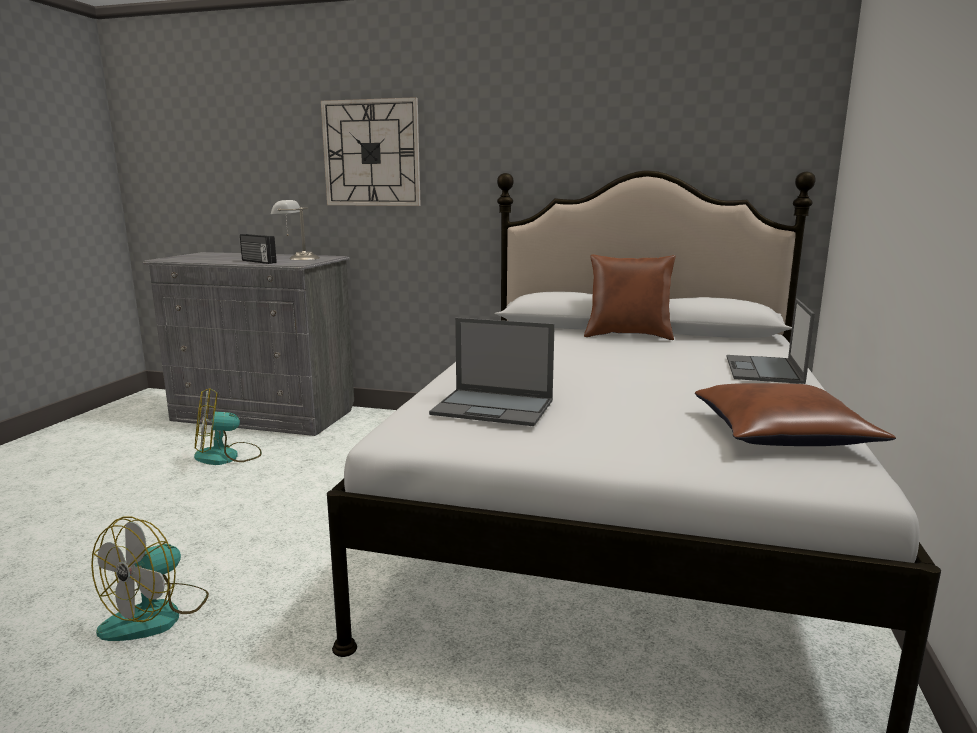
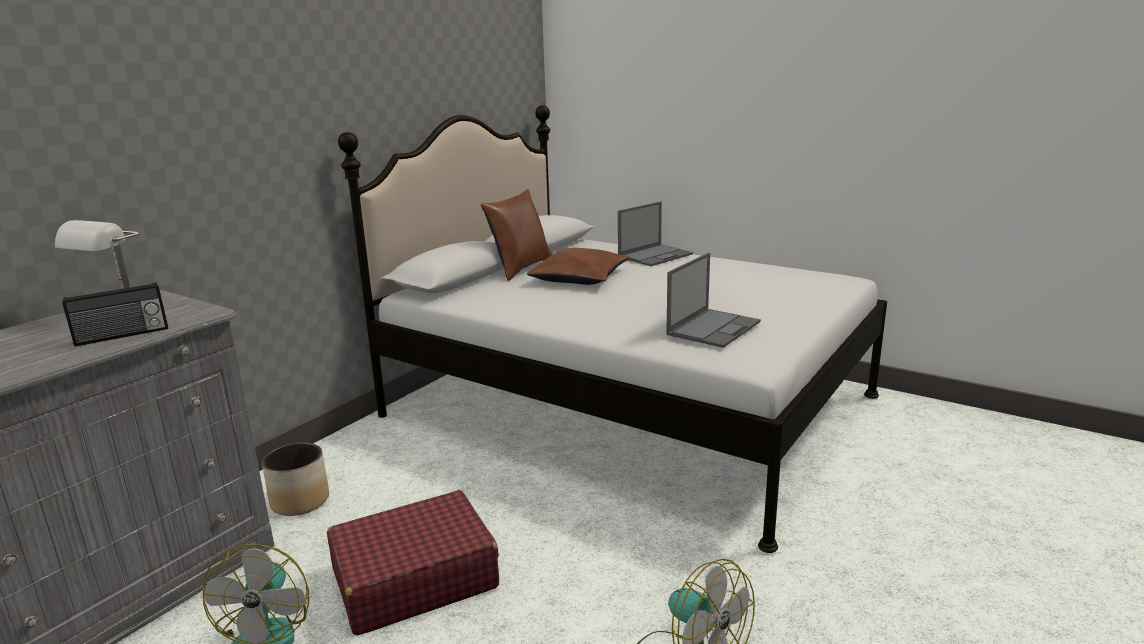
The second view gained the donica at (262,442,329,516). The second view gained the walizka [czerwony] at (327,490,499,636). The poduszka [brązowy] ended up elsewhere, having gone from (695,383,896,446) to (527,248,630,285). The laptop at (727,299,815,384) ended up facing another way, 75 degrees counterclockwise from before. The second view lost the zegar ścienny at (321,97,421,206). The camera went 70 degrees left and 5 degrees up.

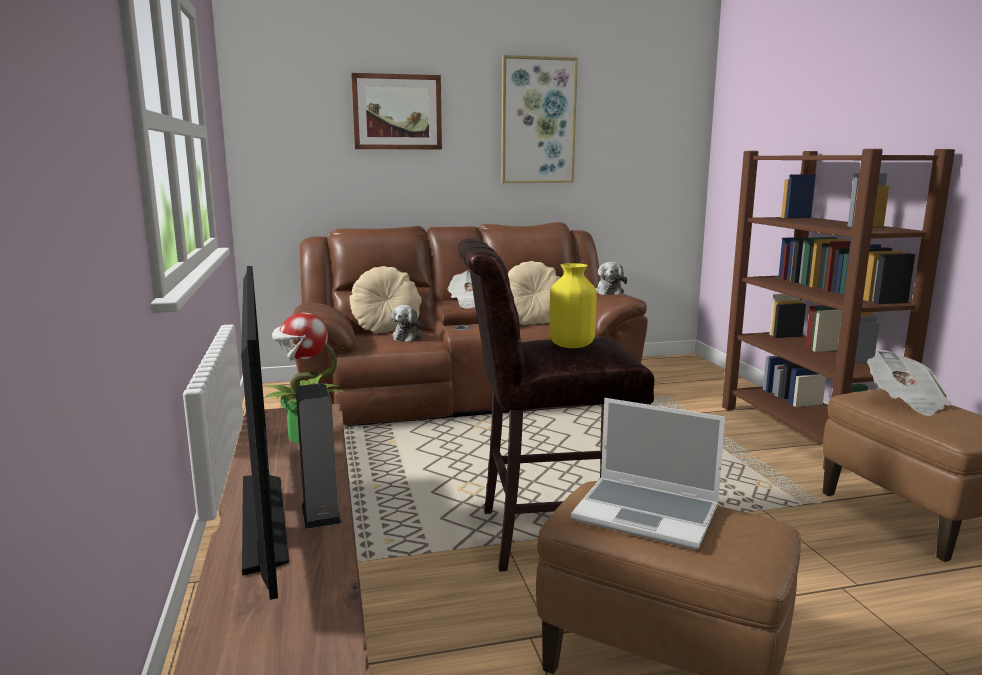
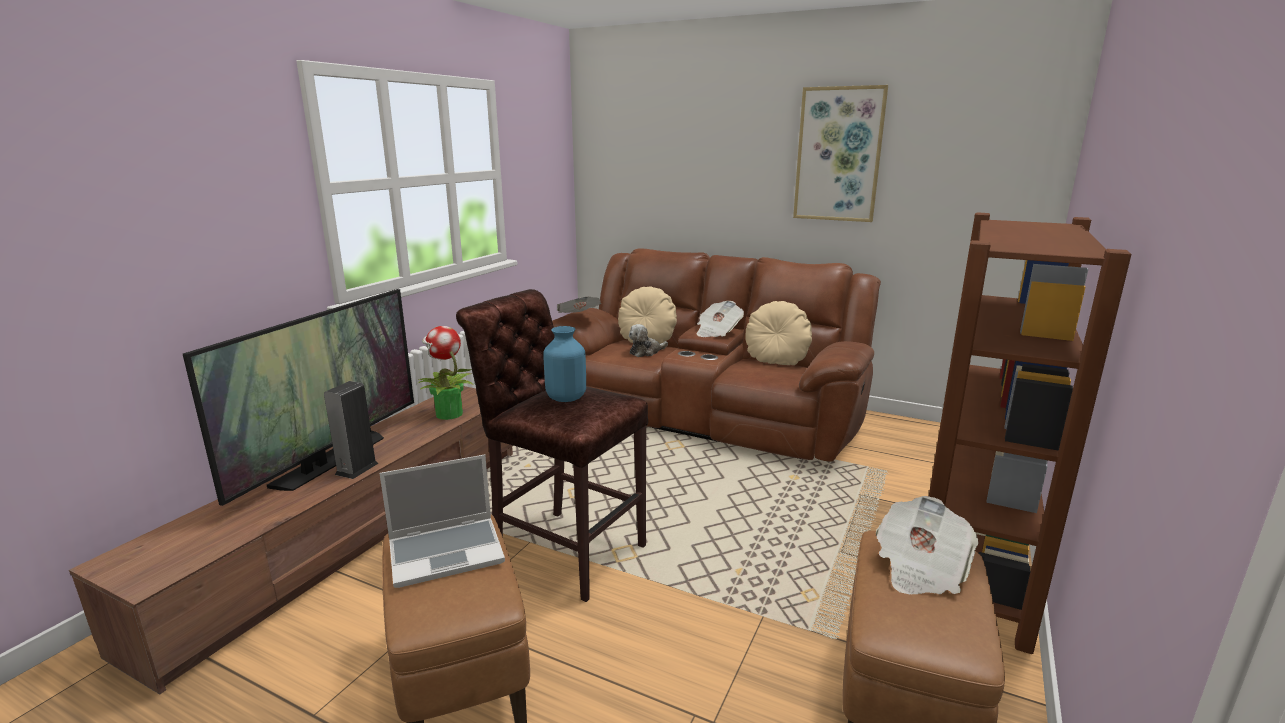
The laptop at (571,398,725,550) ended up facing another way, 90 degrees counterclockwise from before. What was the wazon [żółty] at (549,263,597,348) turned into the wazon [niebieski] at (543,326,586,402). The second view gained the gazeta at (557,297,601,313). The second view lost the obraz at (351,73,442,150). The second view lost the pluszak at (596,262,627,295). The camera went 40 degrees right and 5 degrees up.

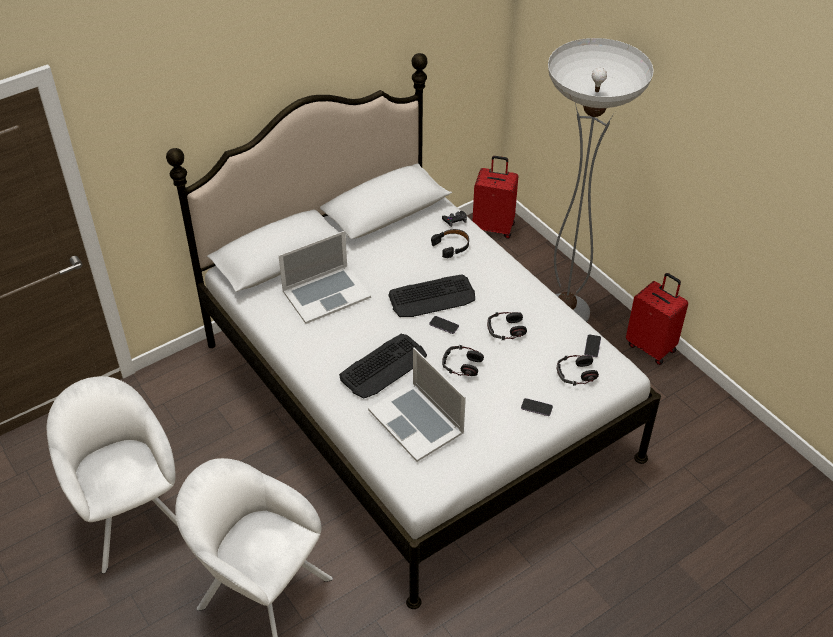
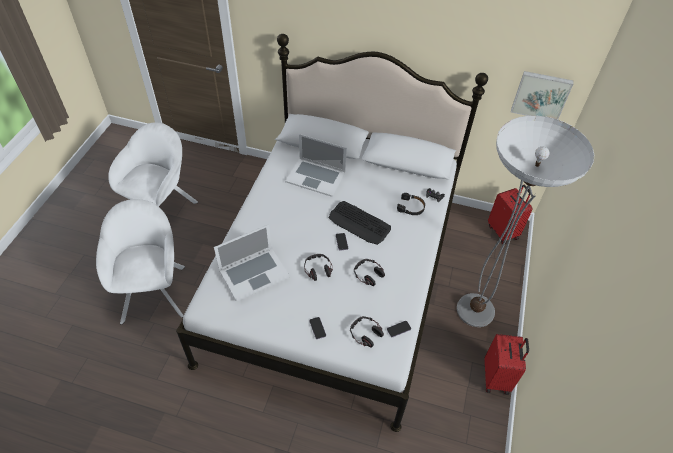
The laptop at (368,348,466,462) ended up facing another way, 135 degrees counterclockwise from before. The second view gained the obraz at (511,71,574,120). The second view lost the klawiatura at (339,334,427,399). The camera went 50 degrees right and 5 degrees up.

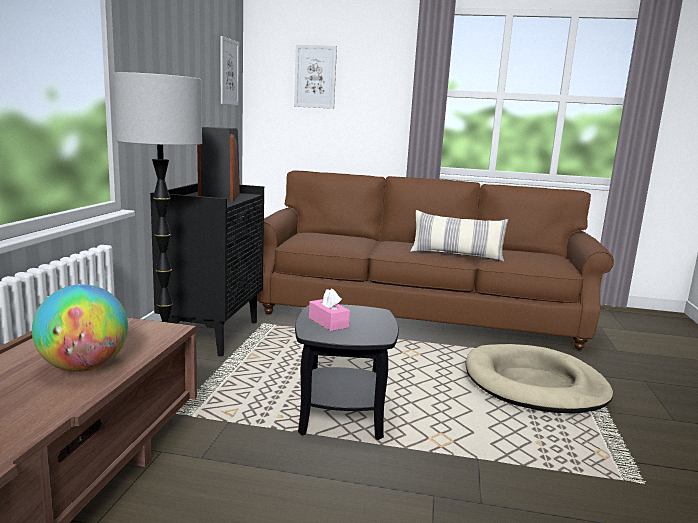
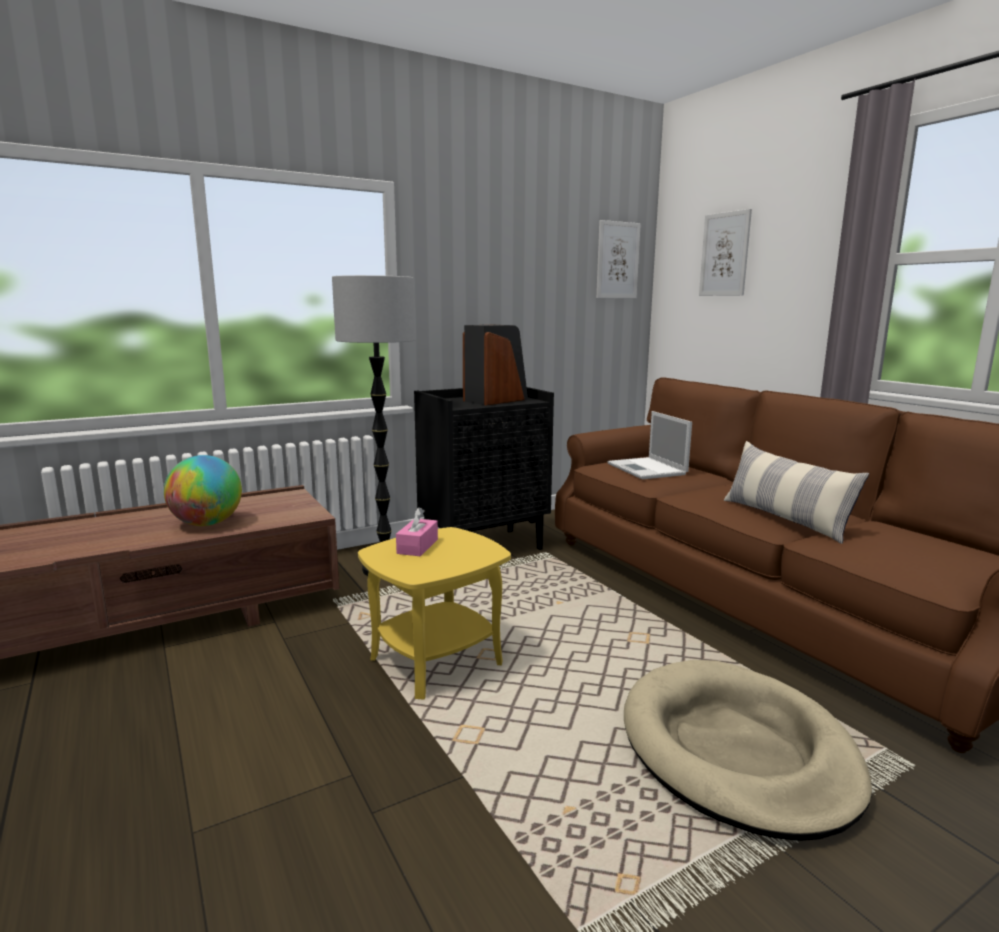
What was the stolik [czarny] at (295,305,399,440) turned into the stolik [żółty] at (358,527,511,699). The second view gained the laptop at (607,411,692,479). The camera went 50 degrees right and 0 degrees up.

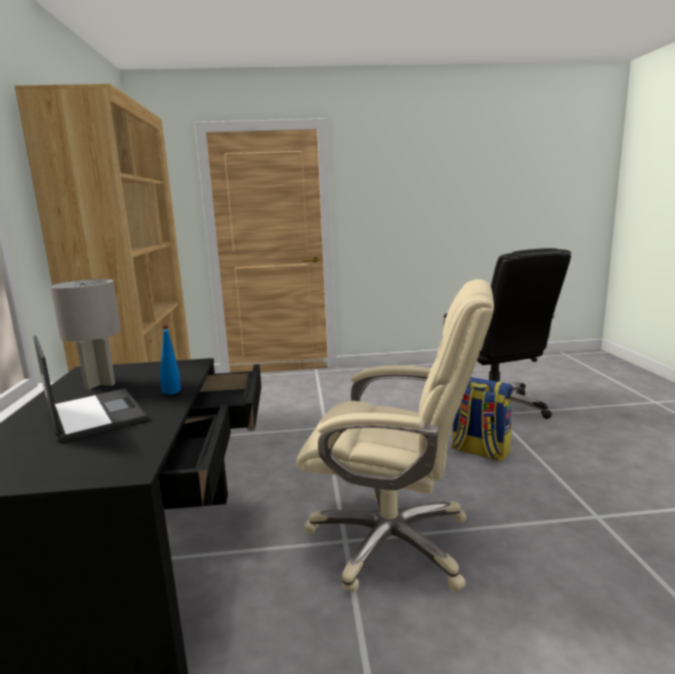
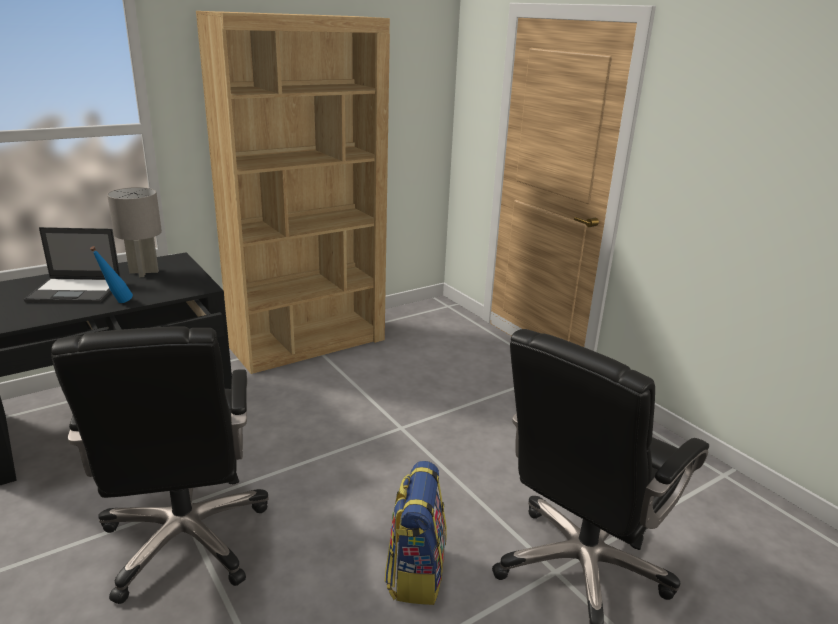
The laptop at (33,335,148,443) ended up facing another way, 60 degrees clockwise from before. What was the krzesło biurowe [beżowy] at (296,279,494,592) turned into the krzesło biurowe [czarny] at (51,326,268,604). The camera went 60 degrees right and 10 degrees up.

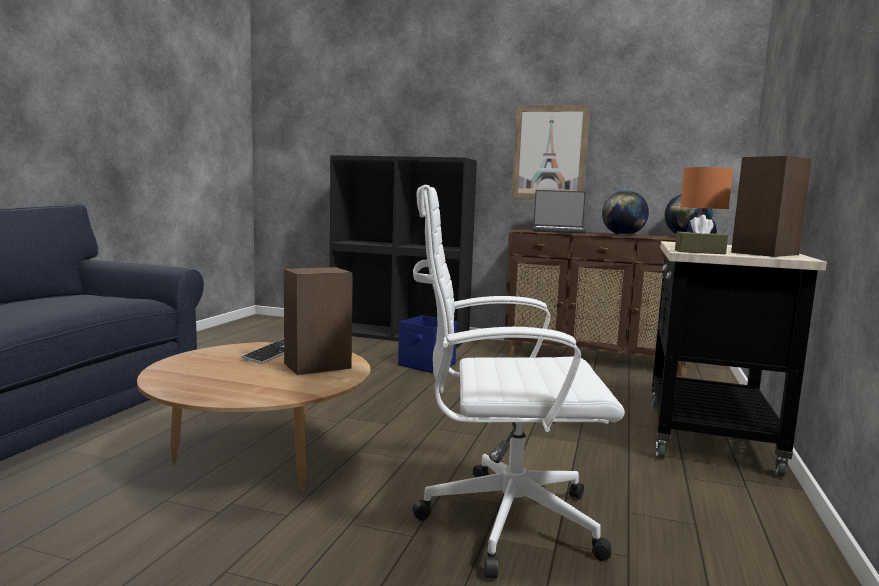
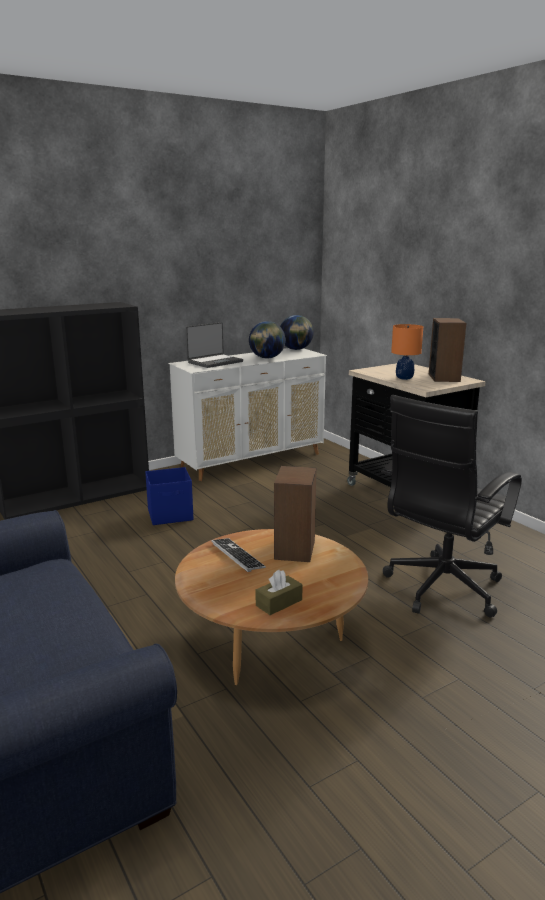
What was the szafka [brązowy] at (504,229,686,376) turned into the szafka [biały] at (168,348,327,481). The pudełko chusteczek [brązowy] ended up elsewhere, having gone from (675,215,728,254) to (256,570,303,615). What was the krzesło biurowe [biały] at (413,185,625,578) turned into the krzesło biurowe [czarny] at (381,395,522,618). The second view lost the obraz at (512,105,590,200). The camera went 50 degrees left and 10 degrees up.

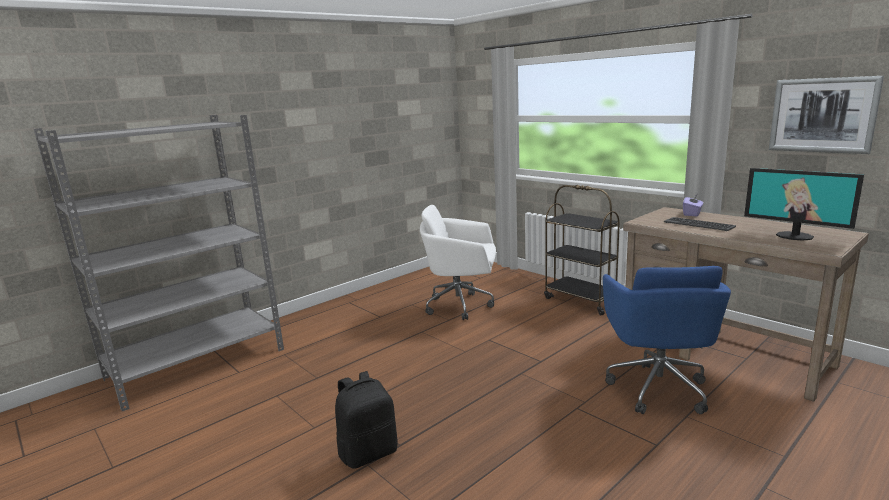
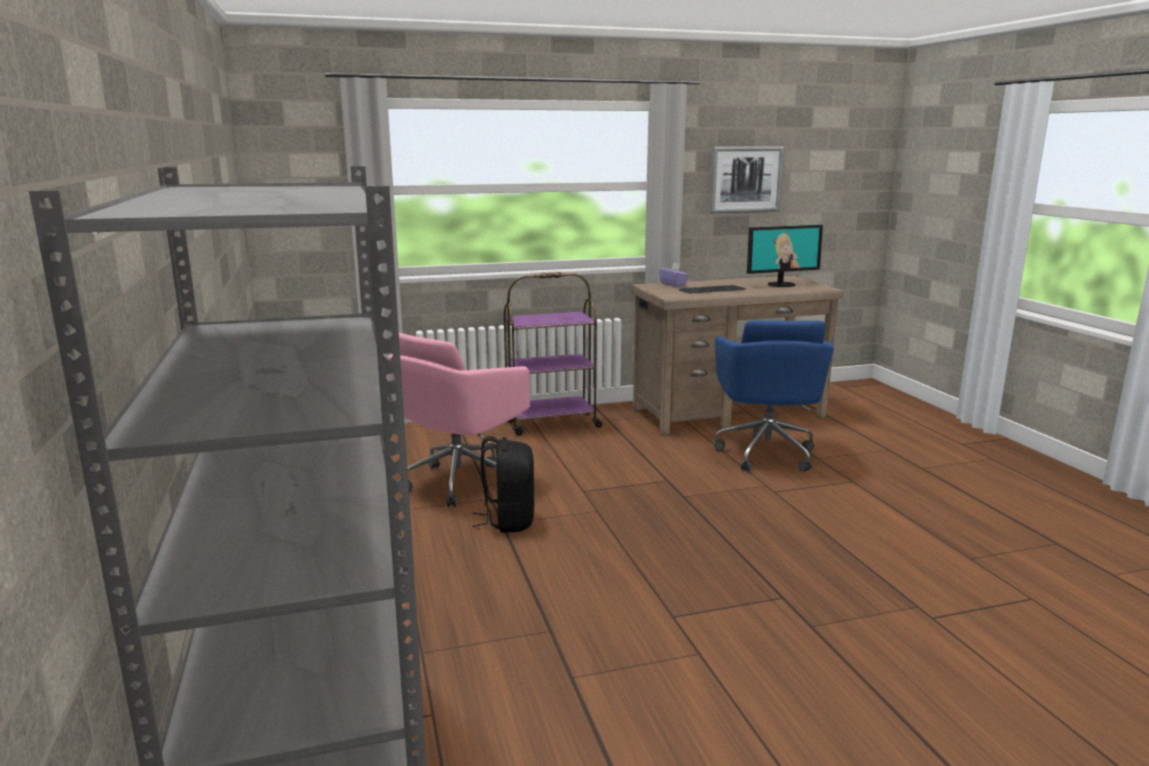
What was the krzesło biurowe [biały] at (420,205,496,320) turned into the krzesło biurowe [różowy] at (387,333,530,507). The plecak [czarny] ended up elsewhere, having gone from (335,371,398,469) to (473,436,534,533). What was the wózek [czarny] at (544,185,620,315) turned into the wózek [fioletowy] at (504,272,602,436). The krzesło biurowe [niebieski] at (603,266,731,414) ended up facing another way, 60 degrees clockwise from before. The camera went 65 degrees left and 0 degrees up.

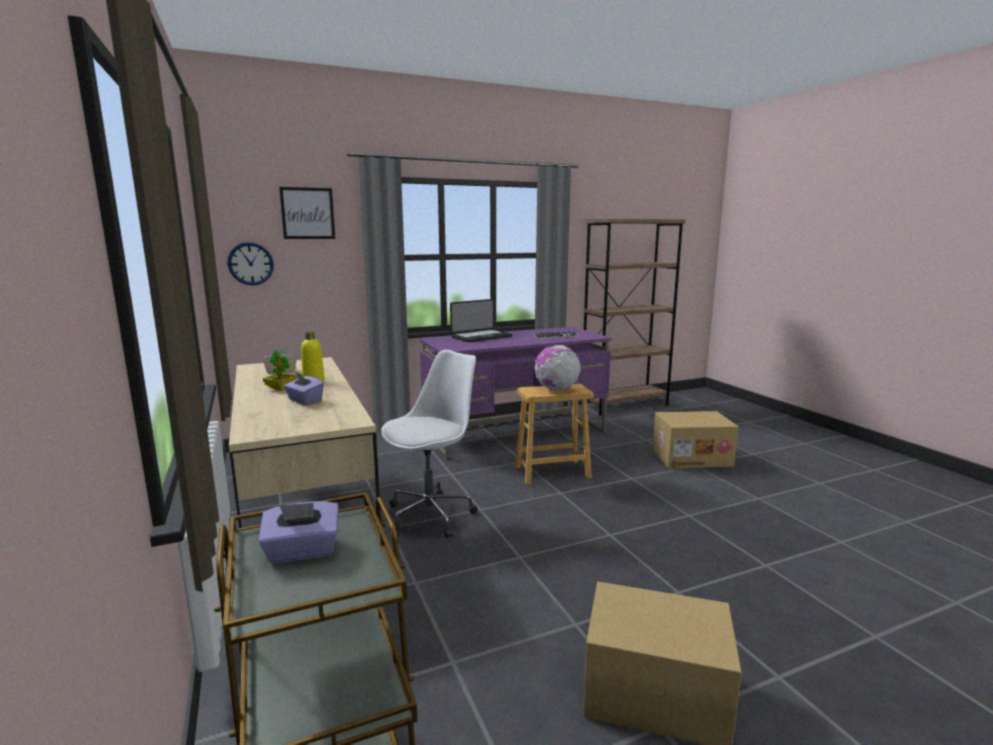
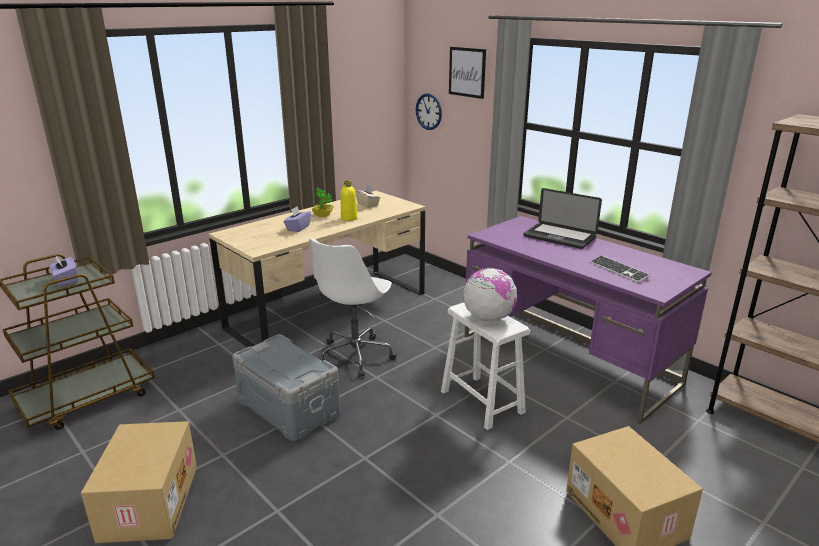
The second view gained the pojemnik do przechowywania [szary] at (232,334,340,441). The krzesło biurowe [biały] at (381,350,478,538) ended up facing another way, 90 degrees clockwise from before. What was the stołek [brązowy] at (515,384,594,485) turned into the stołek [biały] at (441,303,530,430). The camera went 70 degrees right and 10 degrees up.

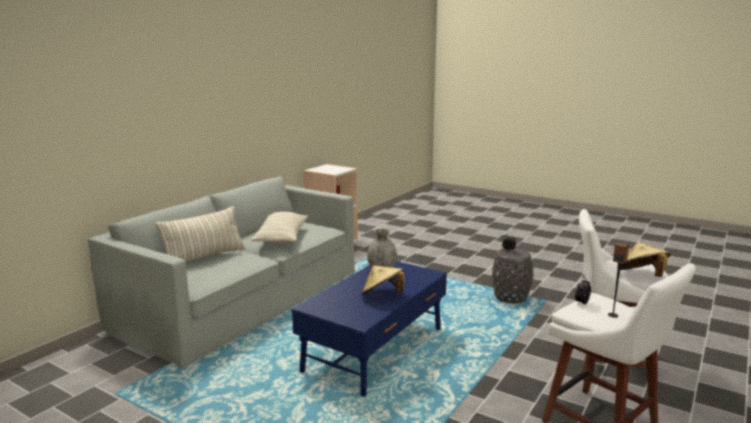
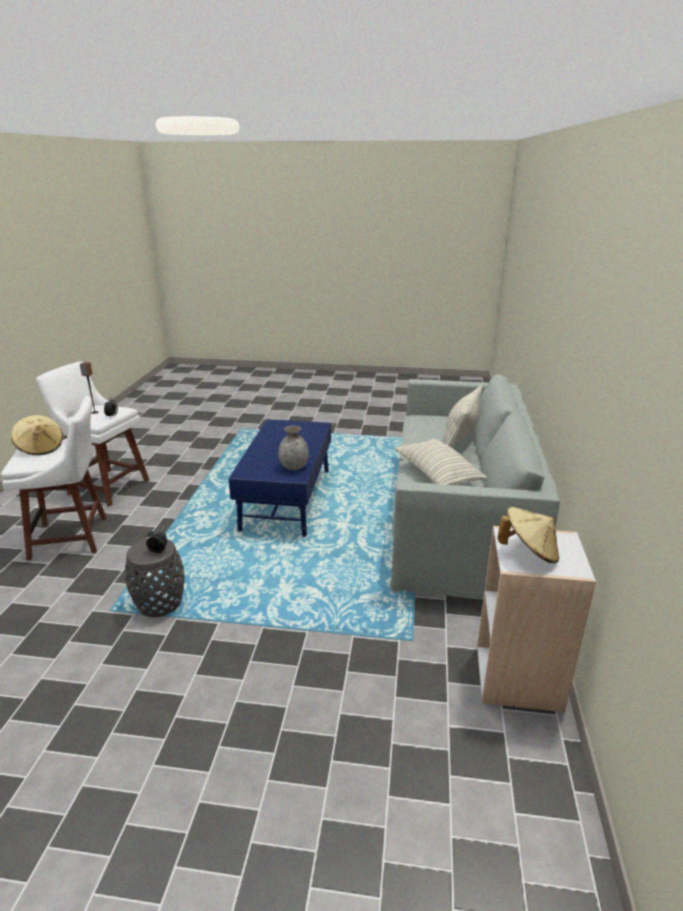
The kapelusz [beżowy] ended up elsewhere, having gone from (362,265,405,295) to (498,507,559,563). The camera went 155 degrees right and 10 degrees up.

